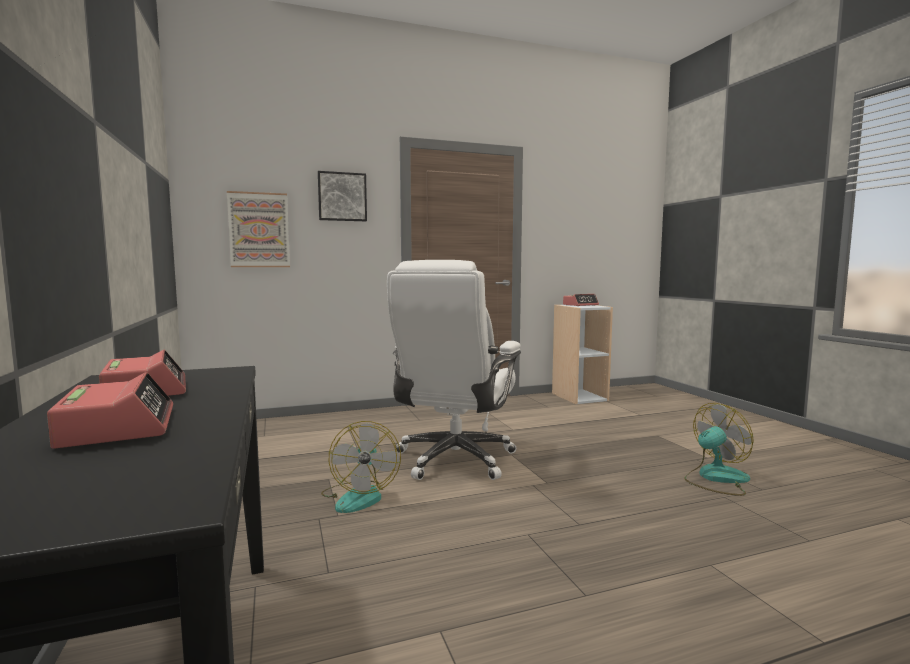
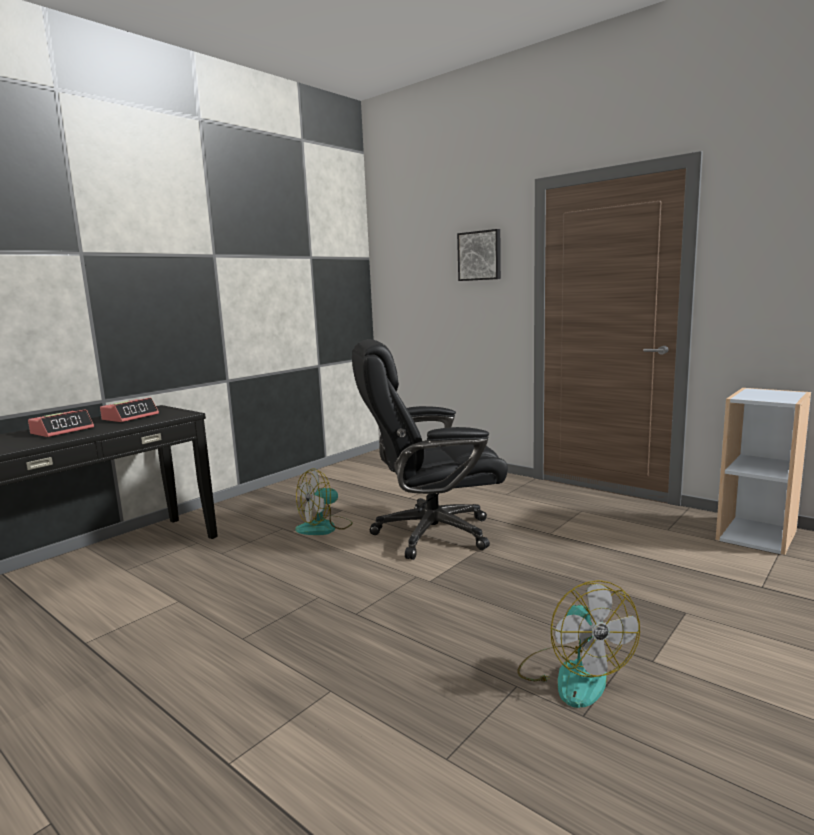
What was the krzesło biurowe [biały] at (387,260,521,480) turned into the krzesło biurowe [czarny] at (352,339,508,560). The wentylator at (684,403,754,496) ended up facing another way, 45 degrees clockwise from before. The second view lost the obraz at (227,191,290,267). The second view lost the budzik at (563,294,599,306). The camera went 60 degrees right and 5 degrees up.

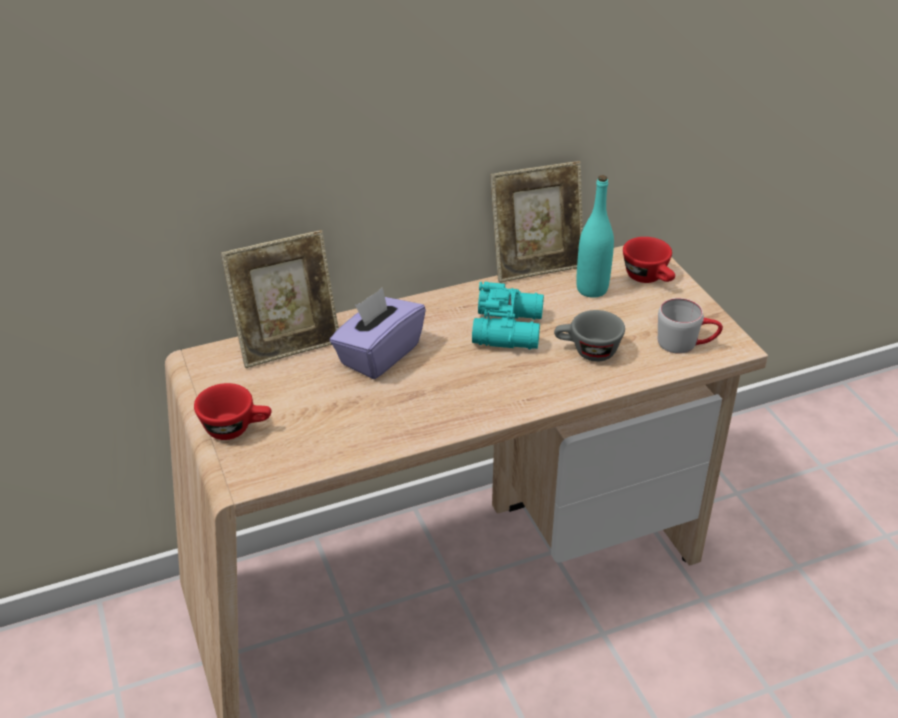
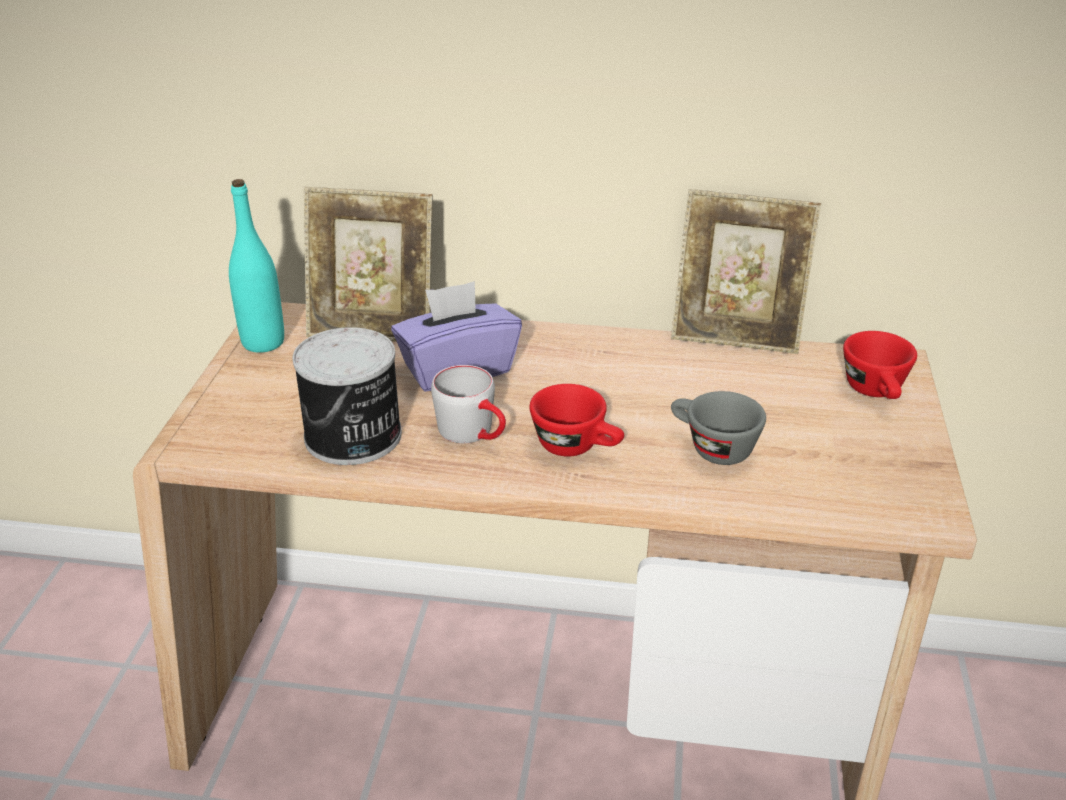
The butelka [turkusowy] ended up elsewhere, having gone from (576,175,614,298) to (229,179,284,353). The second view gained the puszka at (293,327,402,465). The kubek [szary] ended up elsewhere, having gone from (658,298,723,354) to (431,365,506,443). The filiżanka [czerwony] ended up elsewhere, having gone from (194,383,272,440) to (529,384,624,457). The second view lost the lornetka [turkusowy] at (472,282,544,349). The camera went 30 degrees right and 5 degrees down.

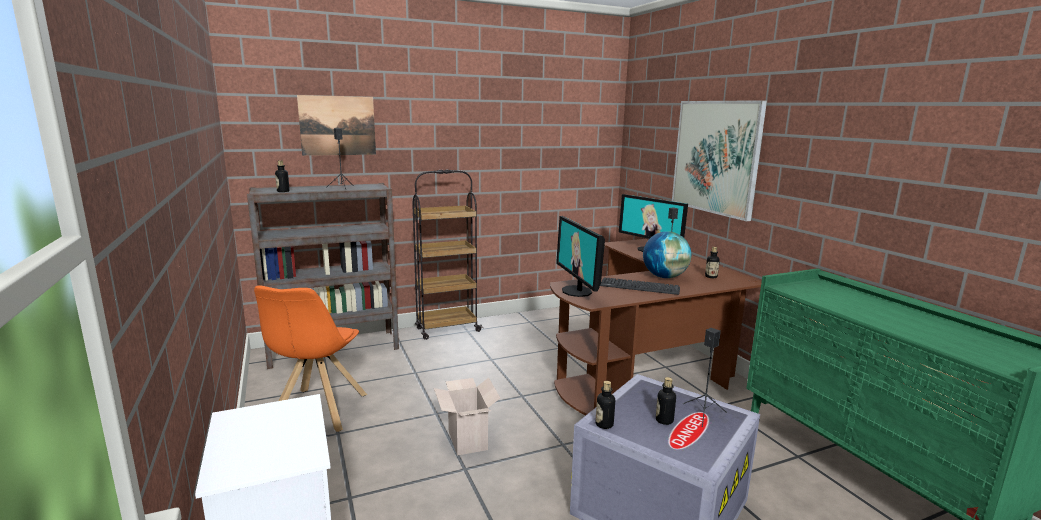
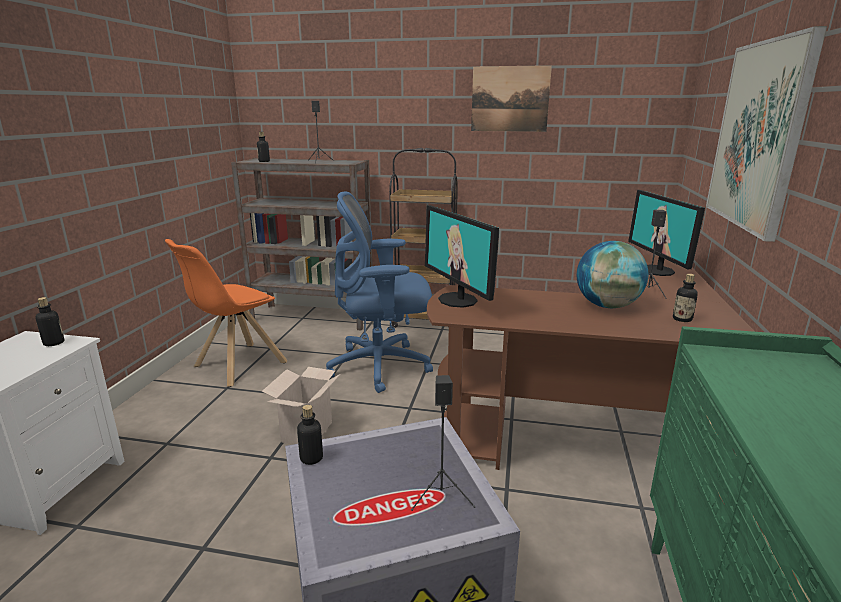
The butelka ended up elsewhere, having gone from (656,377,676,425) to (35,297,64,346). The second view gained the krzesło biurowe [niebieski] at (326,191,433,393). The monitor at (556,216,605,297) ended up facing another way, 45 degrees counterclockwise from before. The obraz ended up elsewhere, having gone from (297,95,376,156) to (471,65,552,132). The second view lost the klawiatura at (600,277,680,295). The camera went 35 degrees right and 5 degrees up.

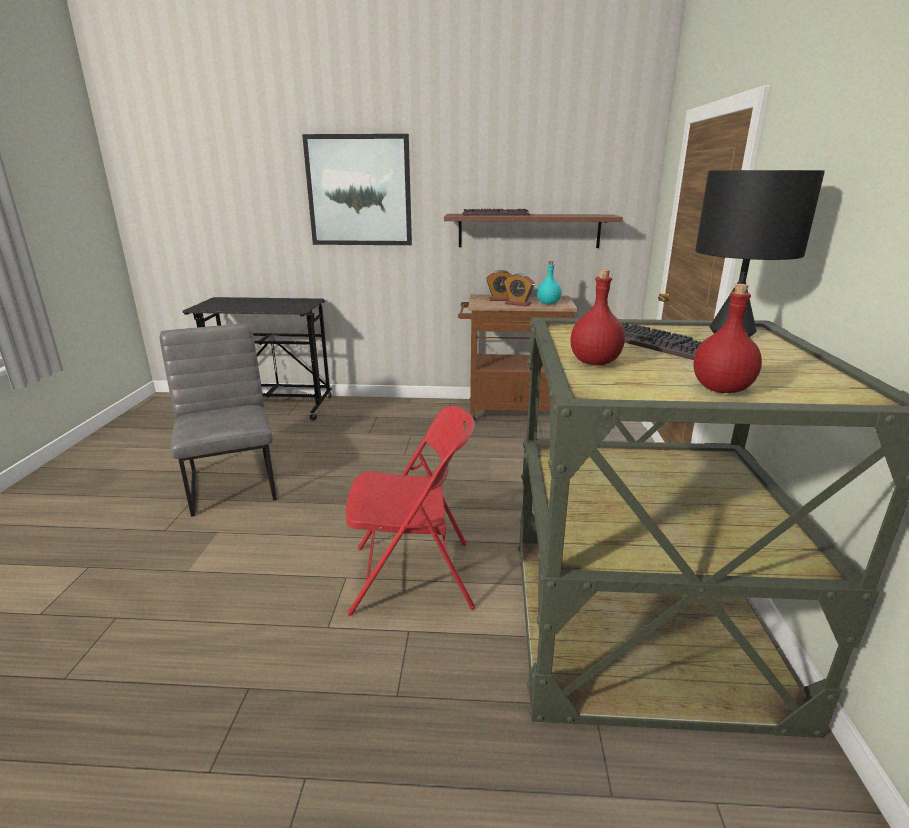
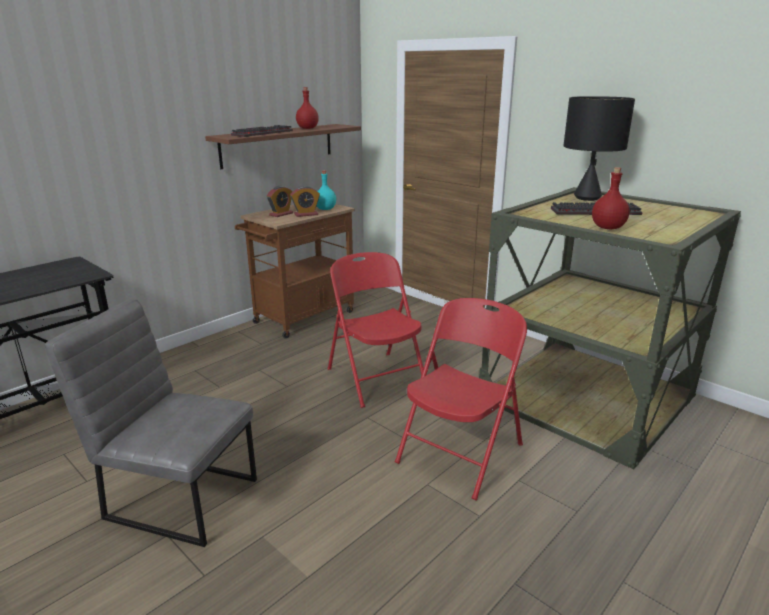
The butelka [czerwony] ended up elsewhere, having gone from (693,284,762,393) to (296,87,319,129). The second view gained the krzesło [czerwony] at (328,252,423,408). The second view lost the obraz at (302,134,412,245). The camera went 50 degrees left and 0 degrees up.

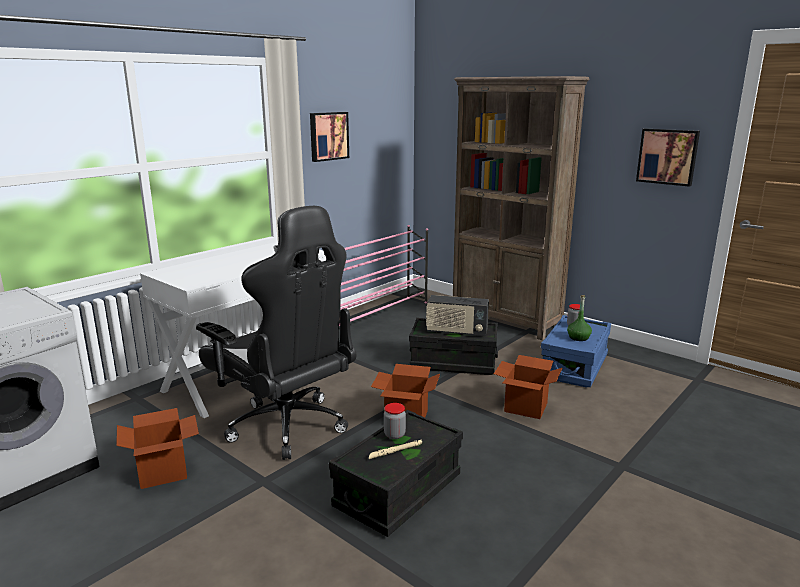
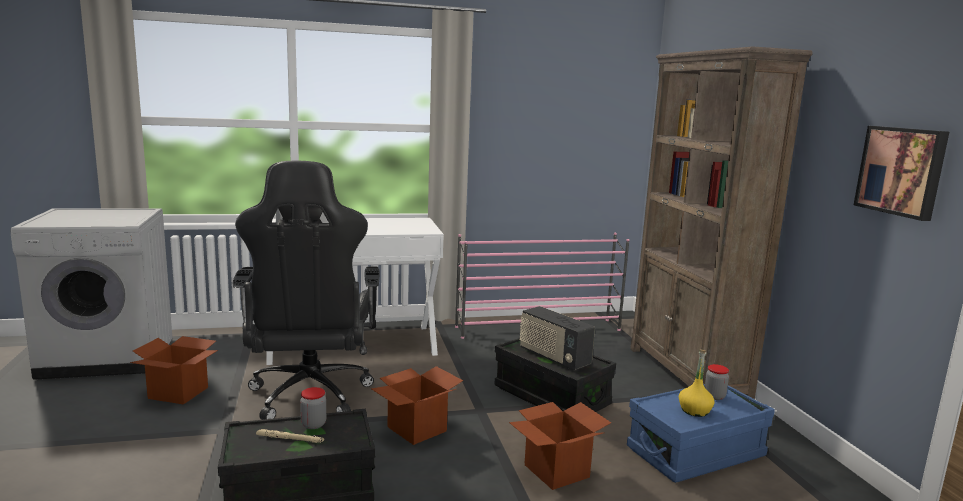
What was the butelka [zielony] at (567,295,592,341) turned into the butelka [żółty] at (679,349,715,417). The second view lost the obraz at (310,112,349,162). The camera went 35 degrees right and 5 degrees down.

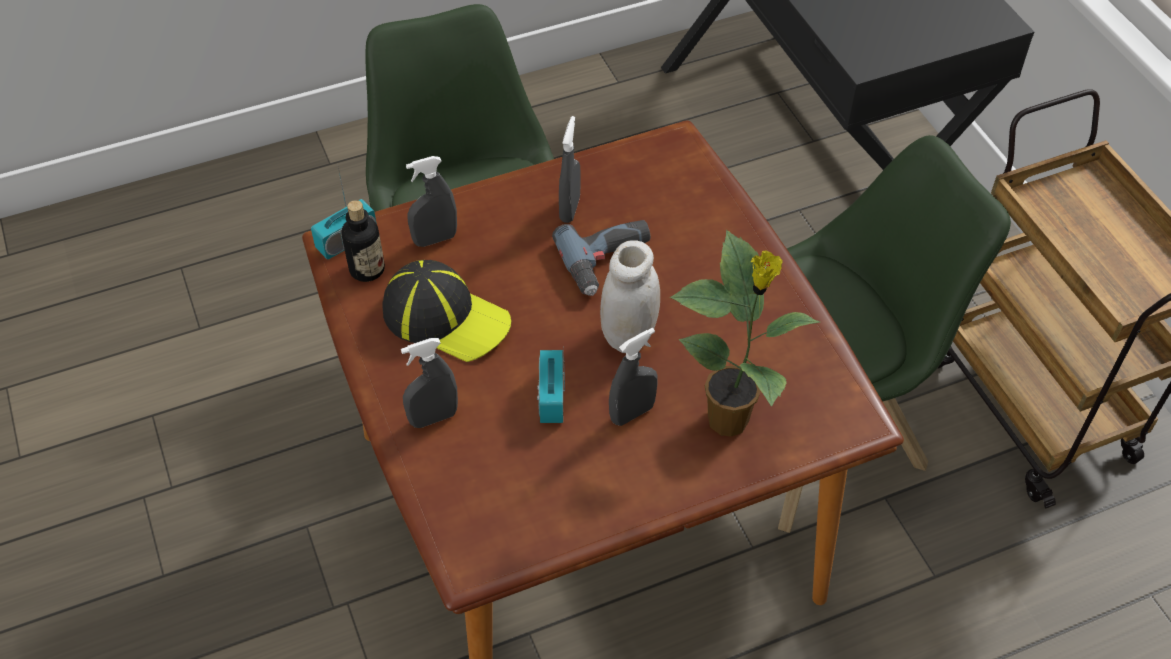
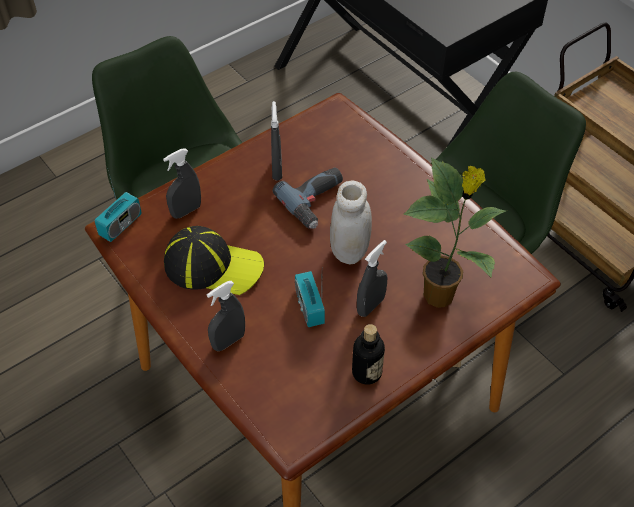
The butelka ended up elsewhere, having gone from (341,200,385,282) to (352,324,385,384). The camera went 15 degrees left and 0 degrees up.

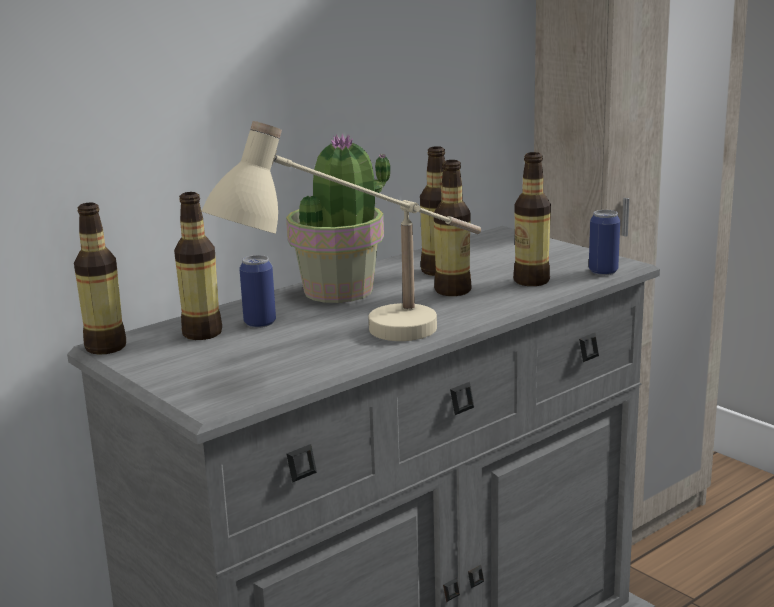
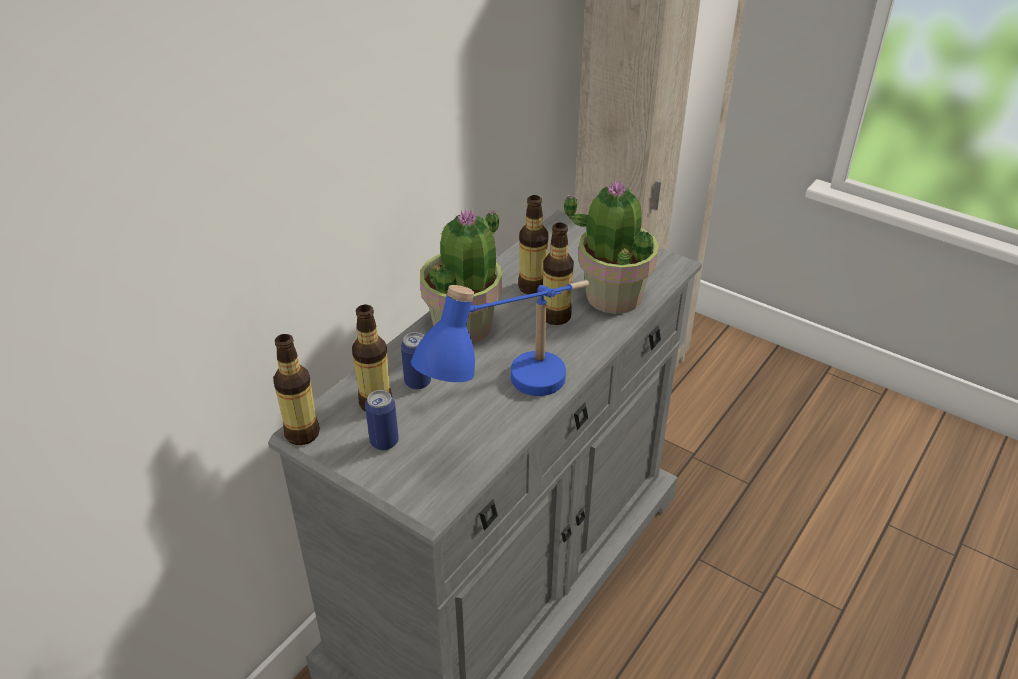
The puszka ended up elsewhere, having gone from (589,210,620,275) to (365,390,399,450). What was the lampa stołowa [beżowy] at (202,121,481,341) turned into the lampa stołowa [niebieski] at (411,280,589,396). Where the butelka stood at (513,152,551,286), the roślina doniczkowa came to stand at (564,180,659,314). The camera went 15 degrees left and 20 degrees up.

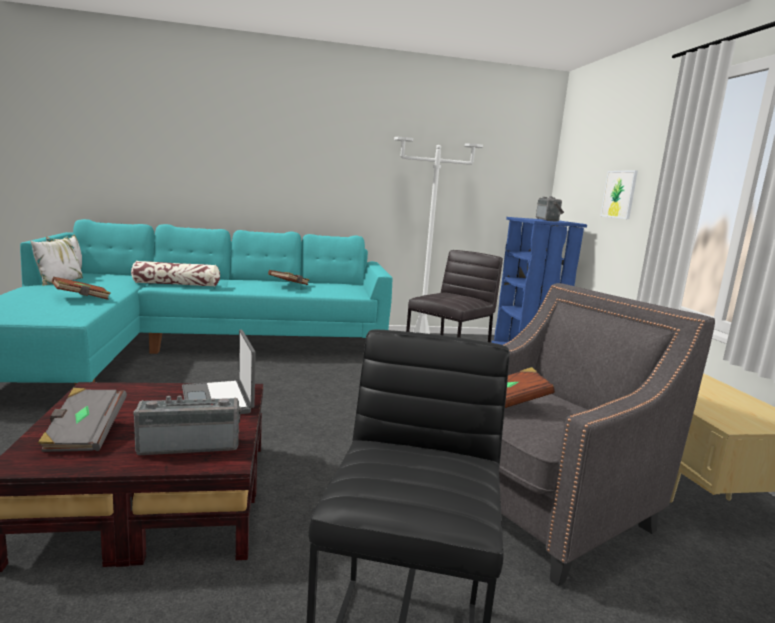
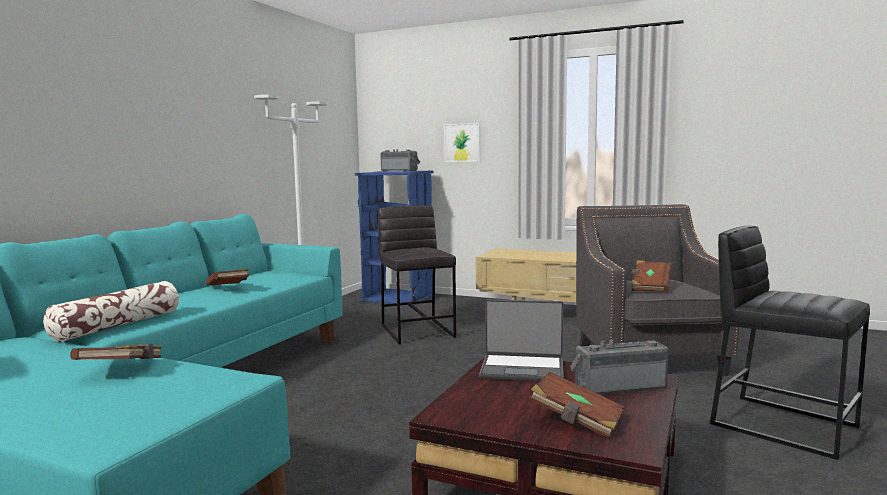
What was the książka [szary] at (37,388,127,452) turned into the książka [brązowy] at (529,372,625,439). The radio at (133,396,241,455) ended up facing another way, 60 degrees clockwise from before. The camera went 55 degrees left and 5 degrees down.

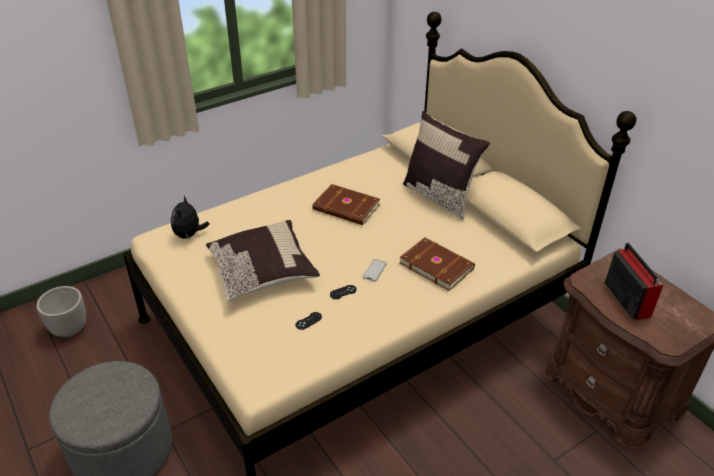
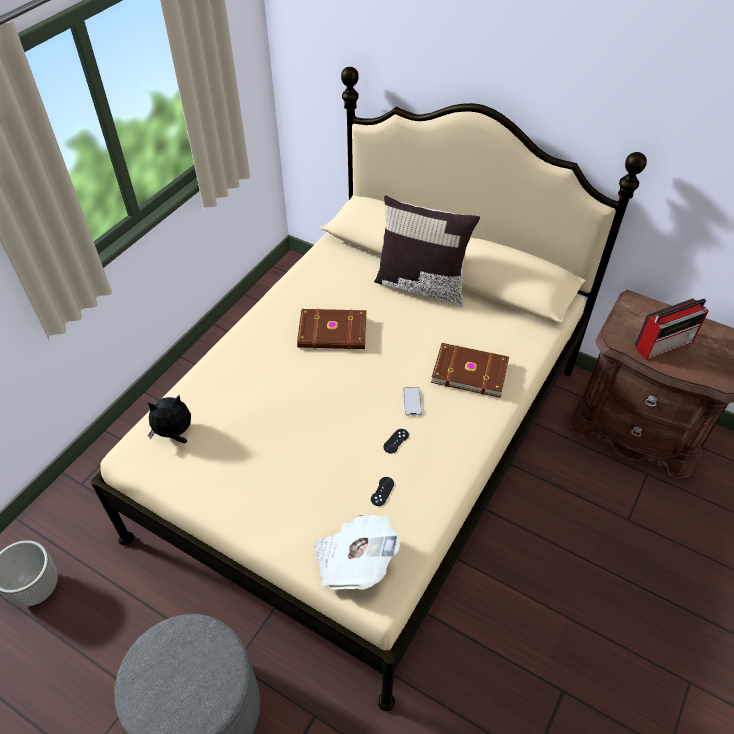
The pluszak at (171,196,209,239) ended up facing another way, 90 degrees clockwise from before. The second view gained the gazeta at (314,514,400,590). The radio at (605,243,663,320) ended up facing another way, 105 degrees clockwise from before. The second view lost the poduszka at (206,220,320,302). The camera went 25 degrees left and 10 degrees up.

